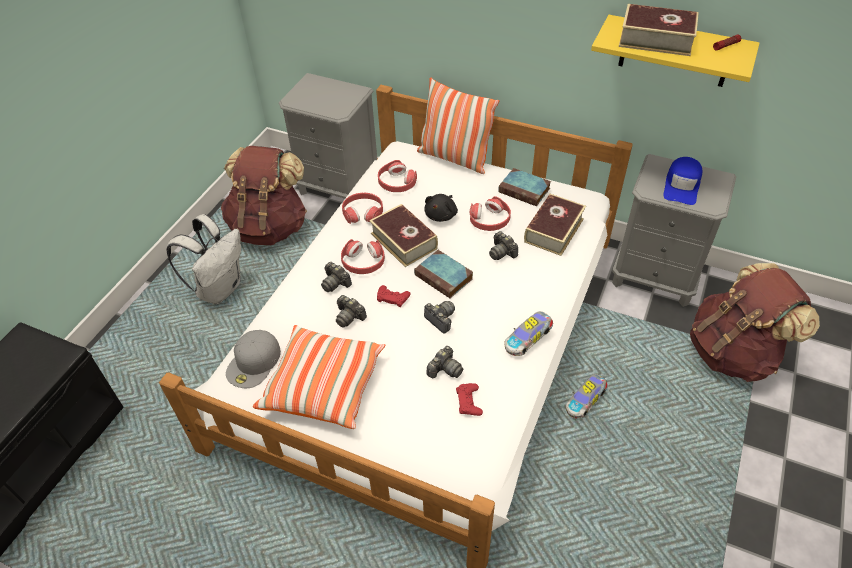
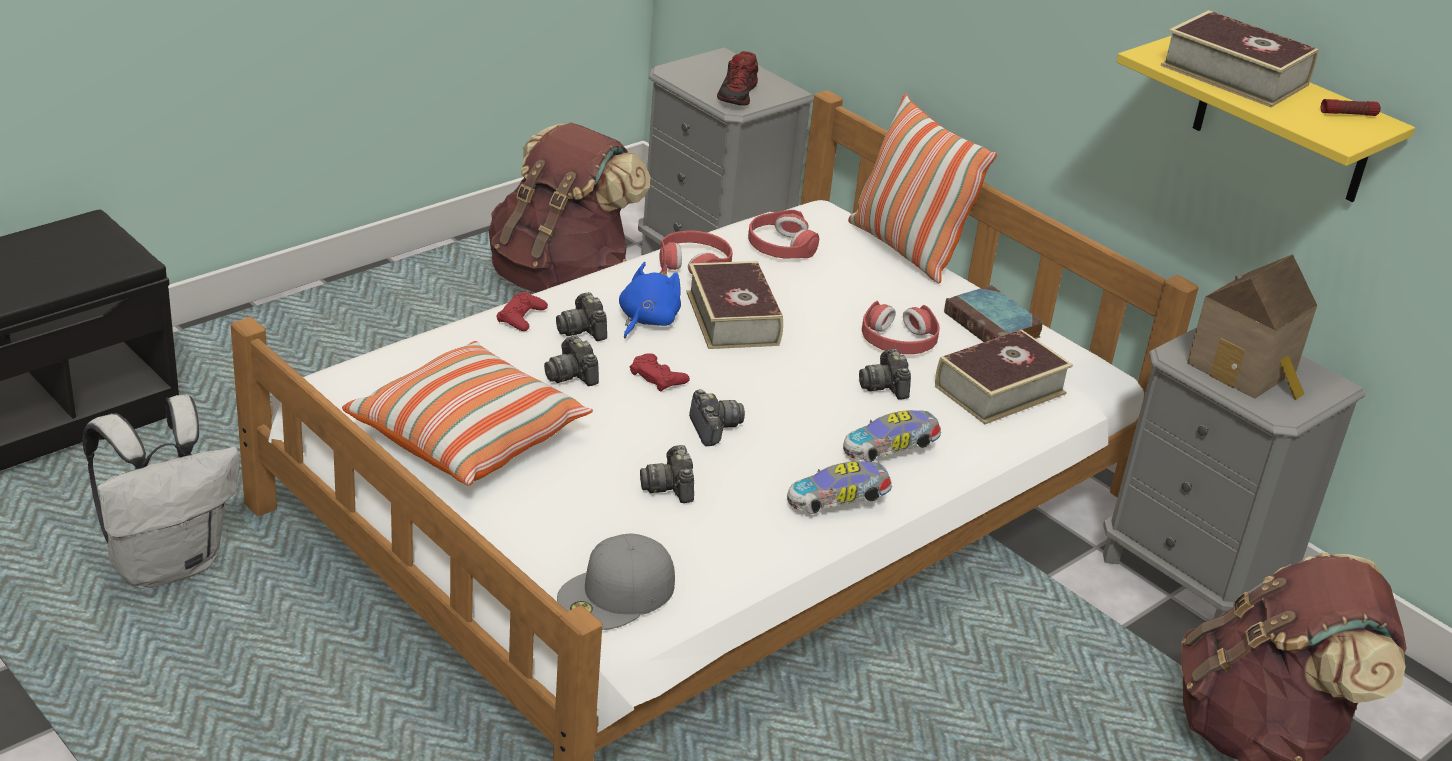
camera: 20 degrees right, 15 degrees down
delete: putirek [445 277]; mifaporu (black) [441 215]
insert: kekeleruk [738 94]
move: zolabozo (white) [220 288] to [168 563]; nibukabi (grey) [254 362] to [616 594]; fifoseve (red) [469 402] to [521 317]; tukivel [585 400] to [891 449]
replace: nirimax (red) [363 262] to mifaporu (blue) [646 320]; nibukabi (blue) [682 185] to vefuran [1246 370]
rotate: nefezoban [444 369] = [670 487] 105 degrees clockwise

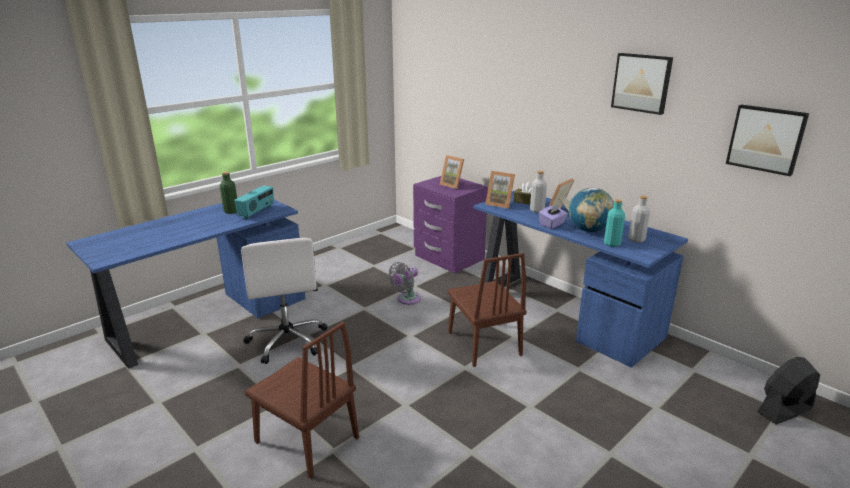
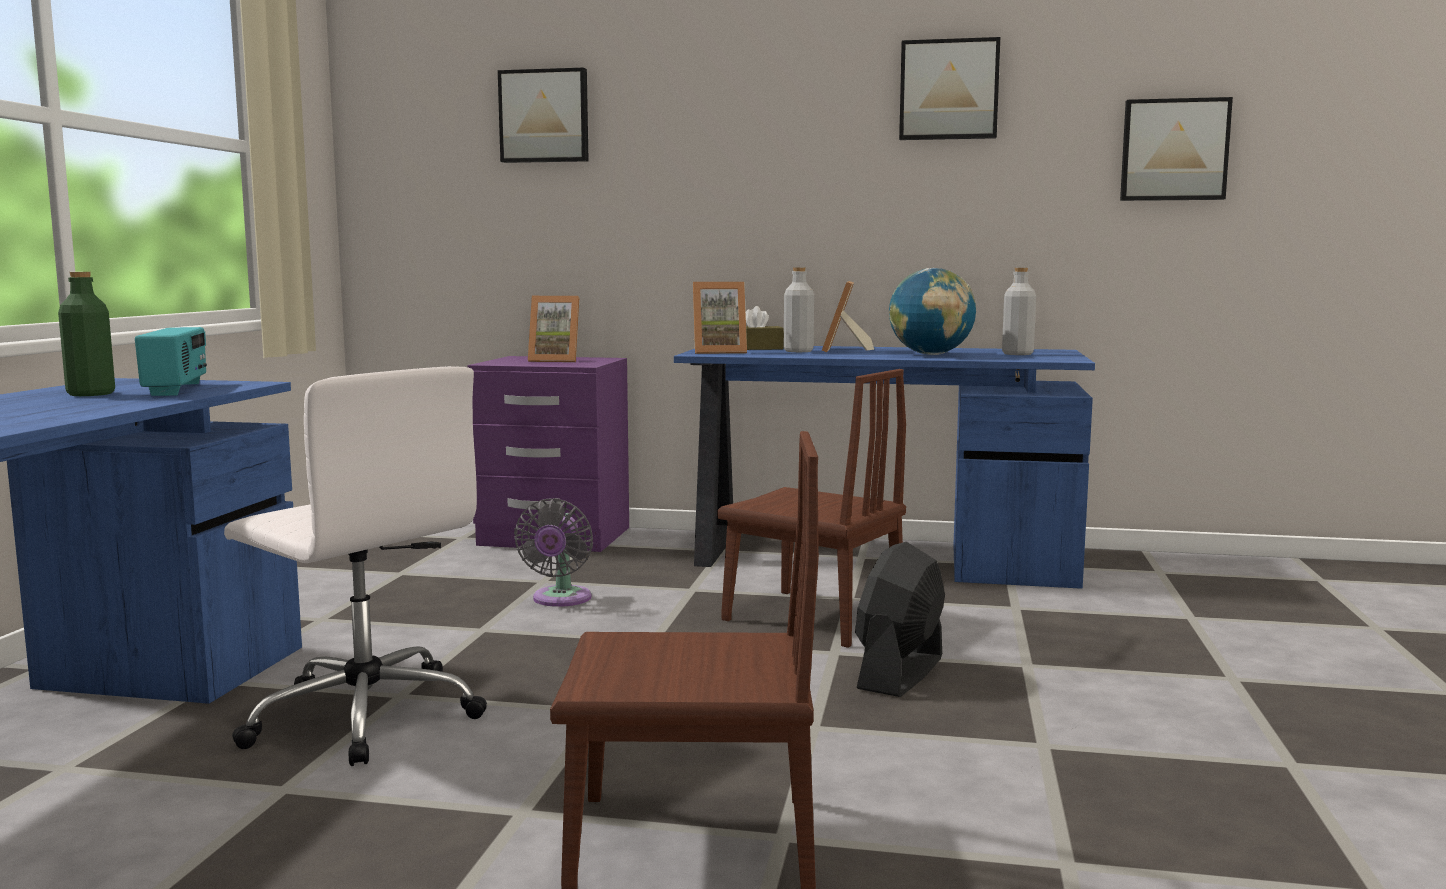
camera: 35 degrees left, 15 degrees down
delete: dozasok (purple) [552 224]; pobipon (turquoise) [612 244]
insert: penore [545 116]
move: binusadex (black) [784 410] to [900 673]

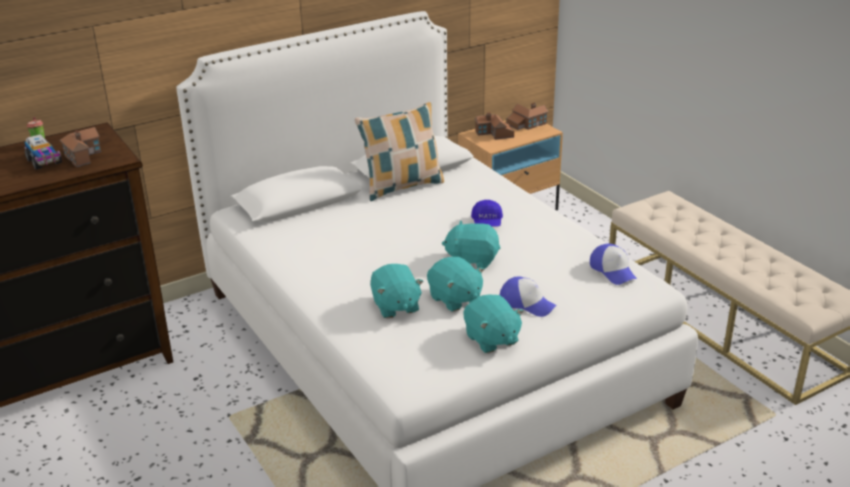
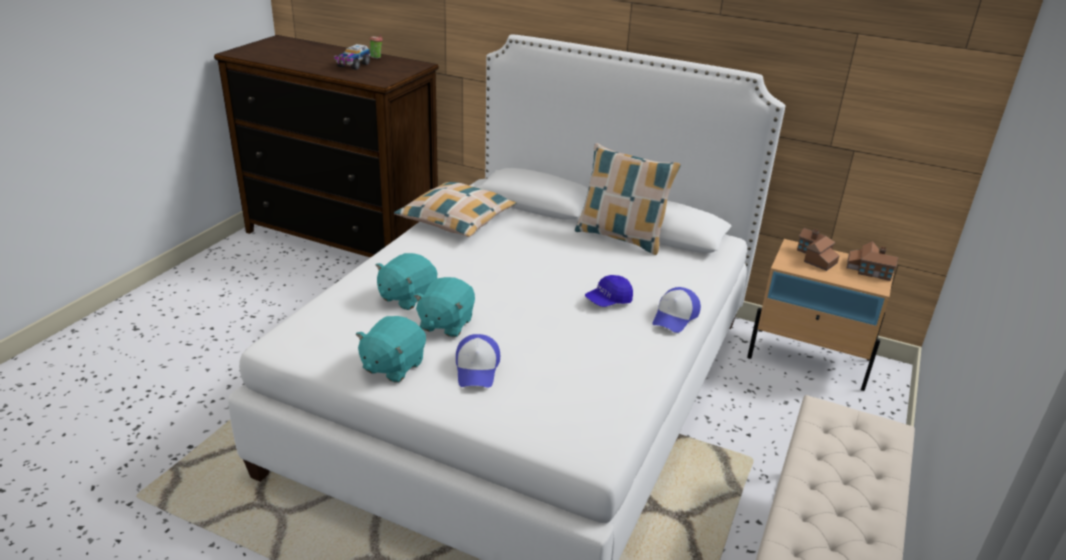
camera: 55 degrees right, 0 degrees up
delete: vefuran [83 155]; mifaporu (turquoise) [472 260]
insert: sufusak [456 219]
move: nibukabi [613 270] to [675 317]

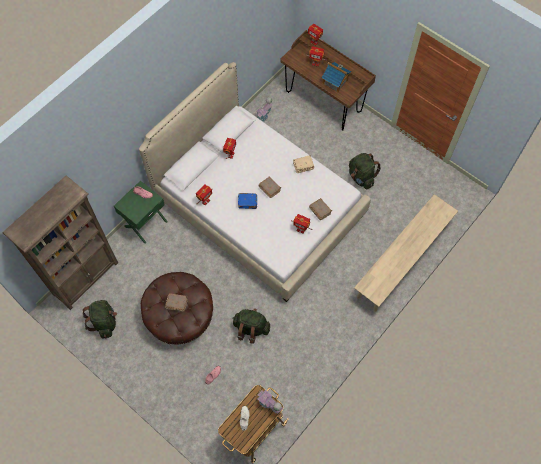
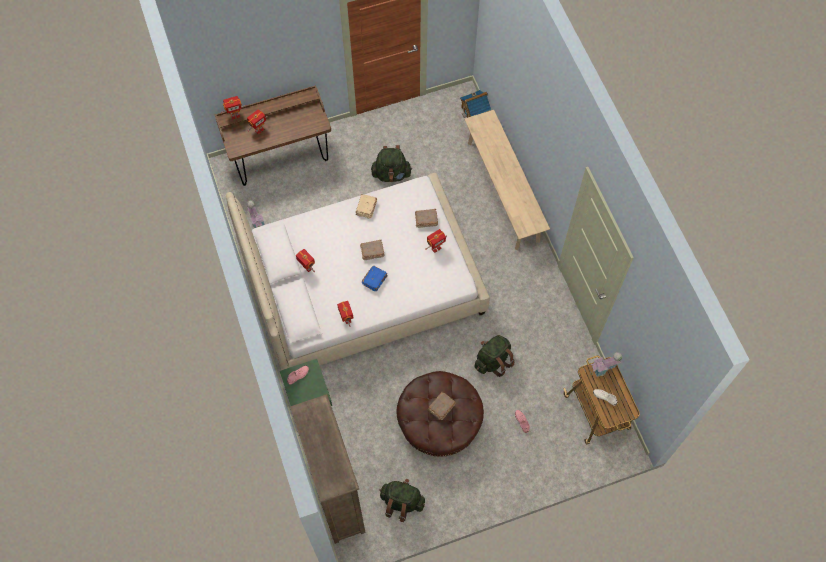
camera: 60 degrees left, 0 degrees up
move: vefuran [335 82] to [475 111]

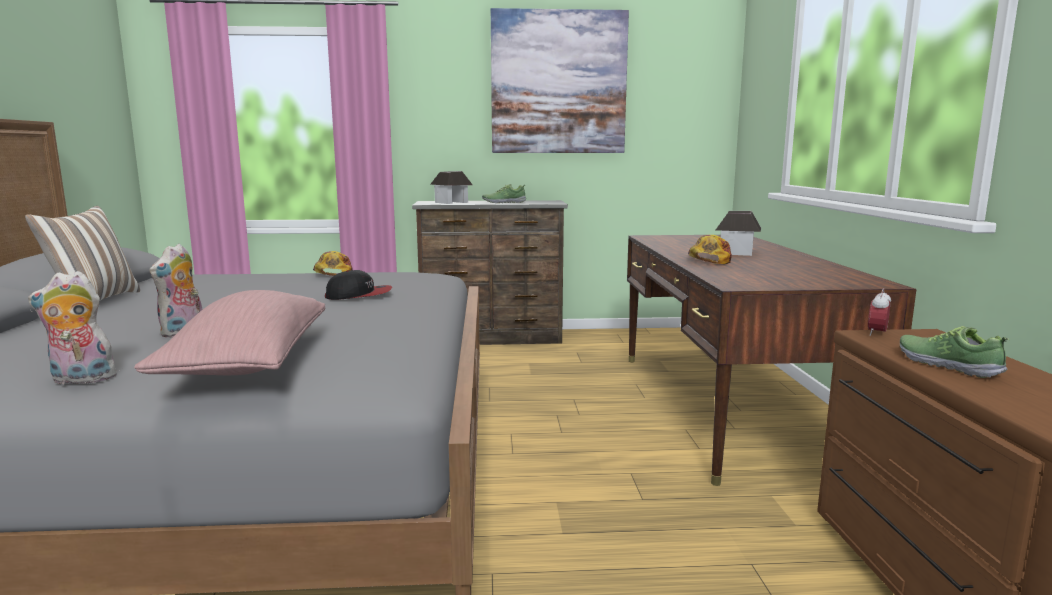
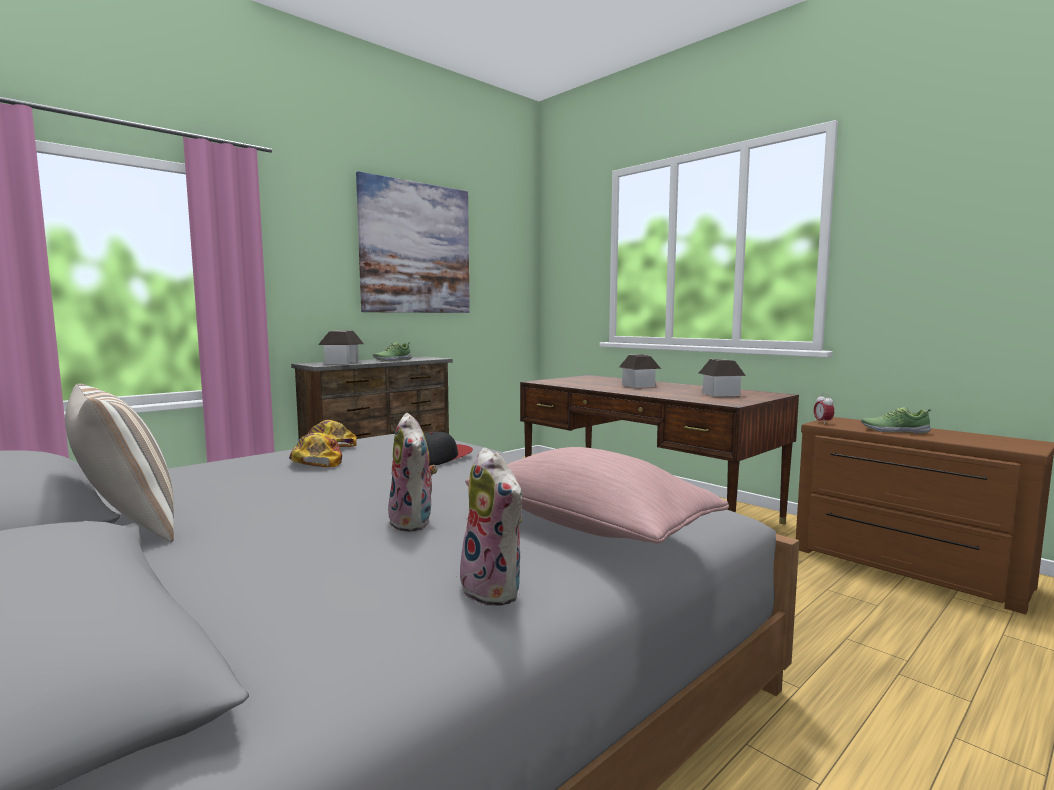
camera: 40 degrees left, 5 degrees down
insert: vefuran [720 394]
move: nibukabi [710 260] to [317 461]
rotate: mifaporu [80 380] = [496 590] 75 degrees counterclockwise

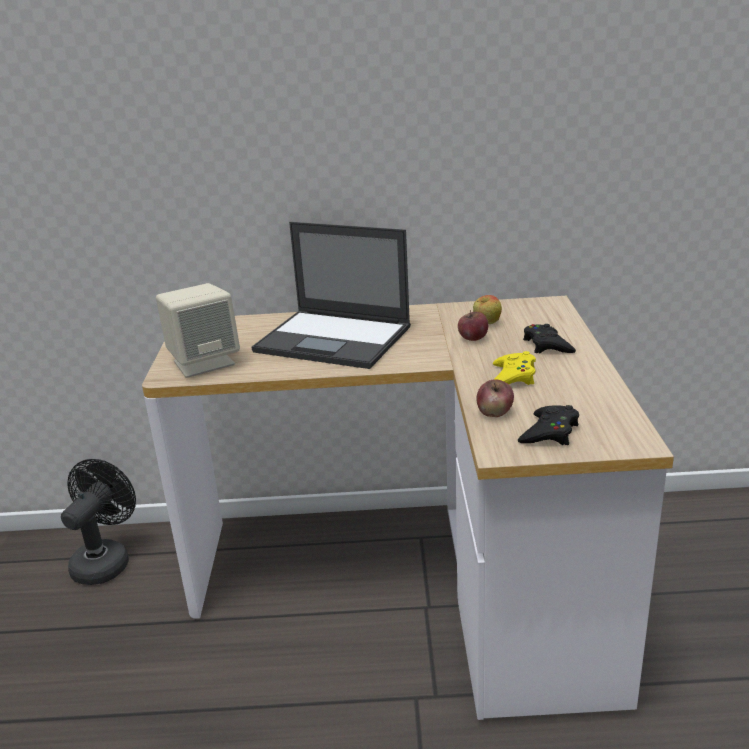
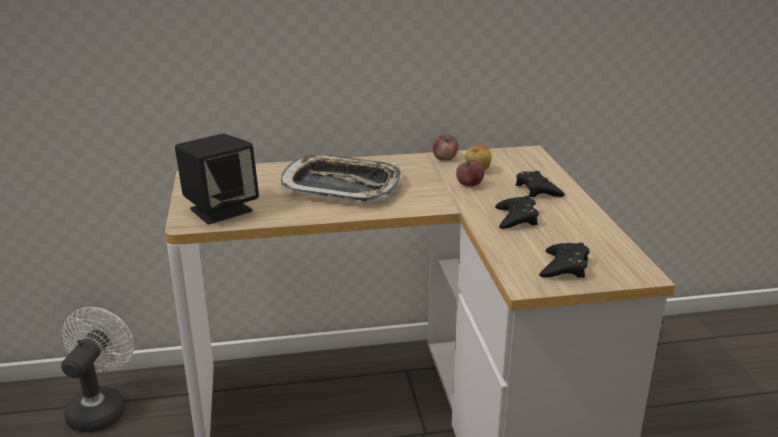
camera: 10 degrees left, 0 degrees up
move: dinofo [494 413] to [445 158]
replace: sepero [335 339] to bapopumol [341 186]
recolor: binusadex (black) [105 560] to binusadex (white) [100 407]; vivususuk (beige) [204 363] to vivususuk (black) [221 210]; fifoseve (yellow) [513 376] to fifoseve (black) [516 218]

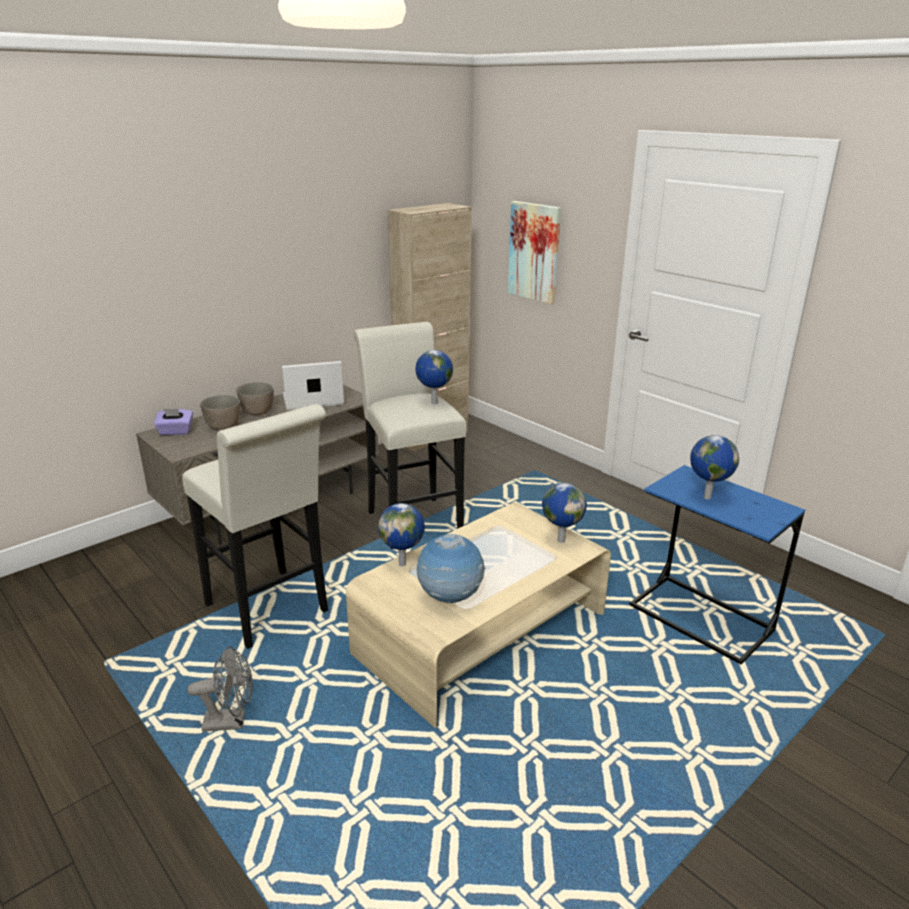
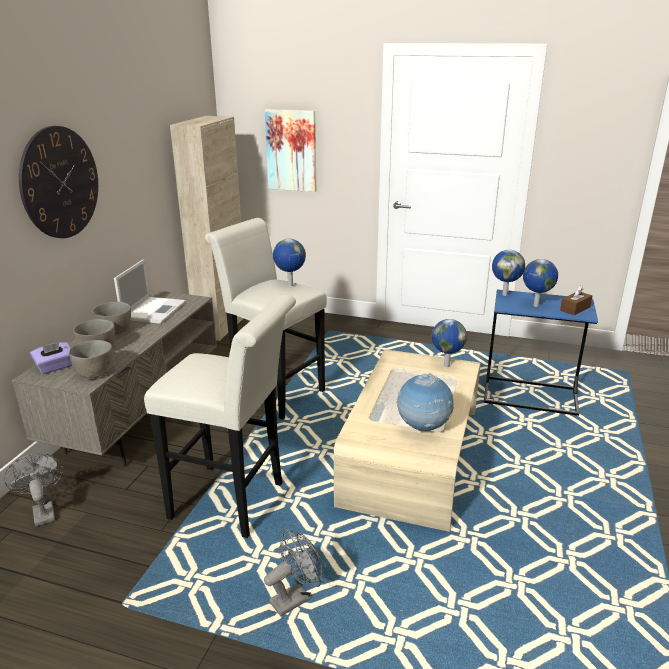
camera: 30 degrees left, 0 degrees up
insert: binusadex (grey) [43 511]; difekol [60 183]; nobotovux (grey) [95 373]; dozasok (brown) [575 309]
move: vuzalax [403 563] to [505 294]
rotate: sepero [311 400] = [154 310] 150 degrees clockwise

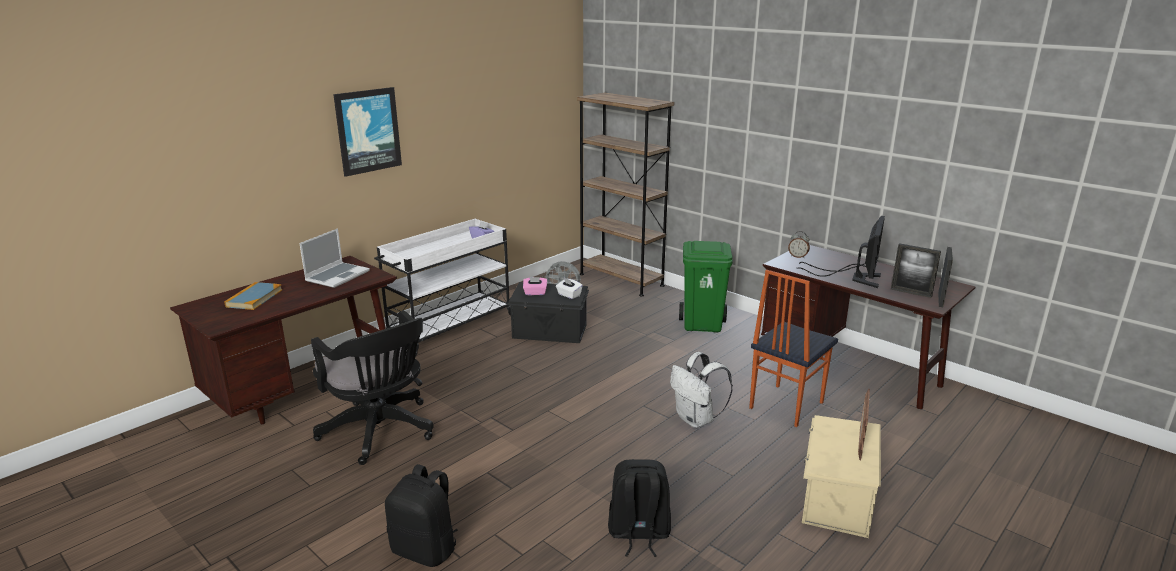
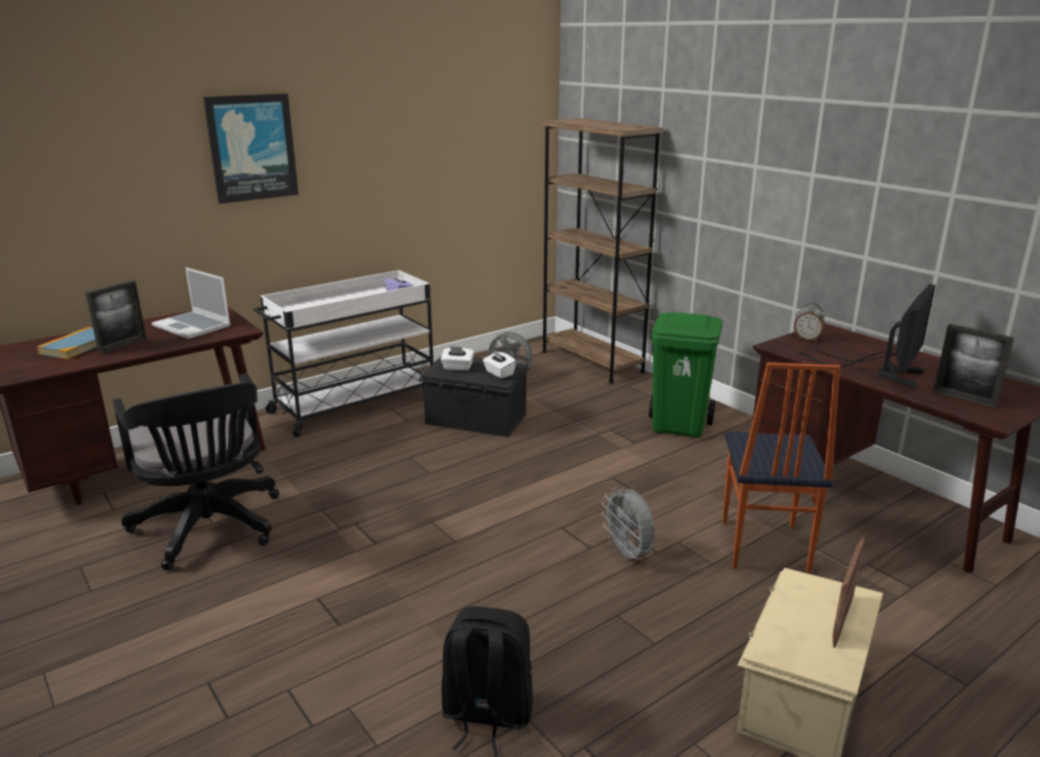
camera: 10 degrees right, 0 degrees up
delete: zolabozo (black) [426 550]
move: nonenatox [940 299] to [123 345]
replace: zolabozo (white) [696 420] to binusadex (grey) [628 555]
recolor: dozasok (pink) [535 293] to dozasok (white) [457 368]
rotate: sepero [337 276] = [193 326] 90 degrees clockwise; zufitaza [784 405] = [762 546] 45 degrees counterclockwise

